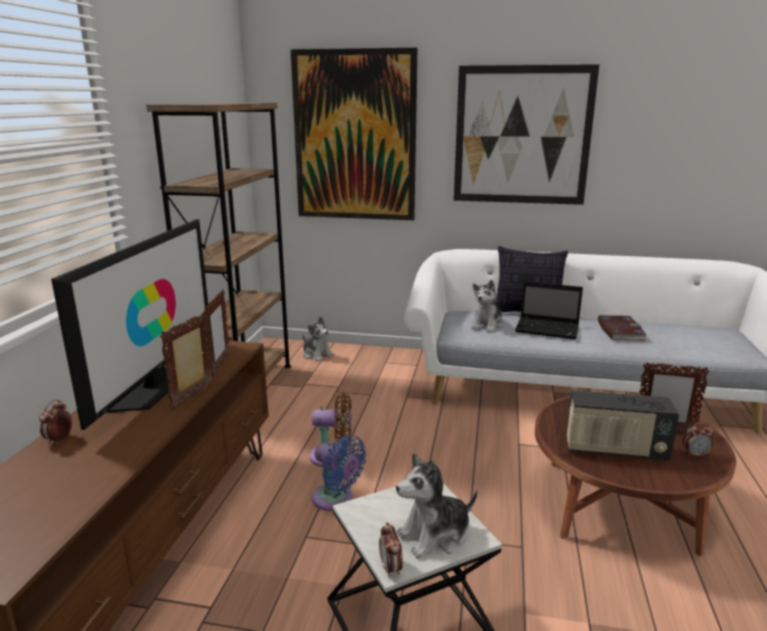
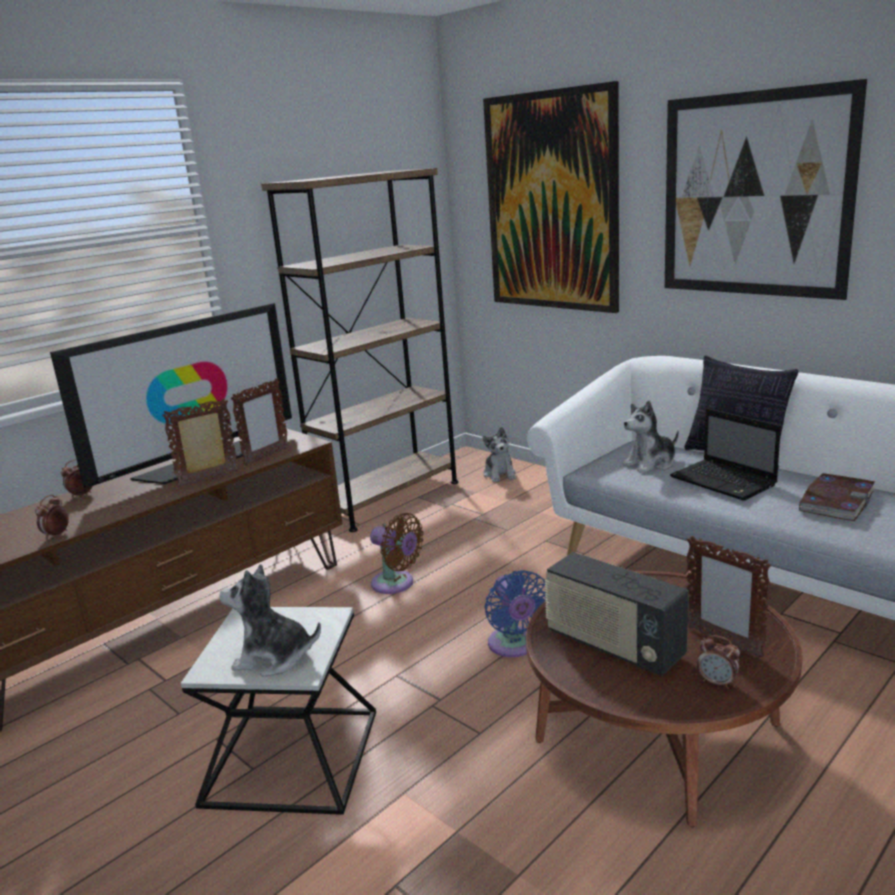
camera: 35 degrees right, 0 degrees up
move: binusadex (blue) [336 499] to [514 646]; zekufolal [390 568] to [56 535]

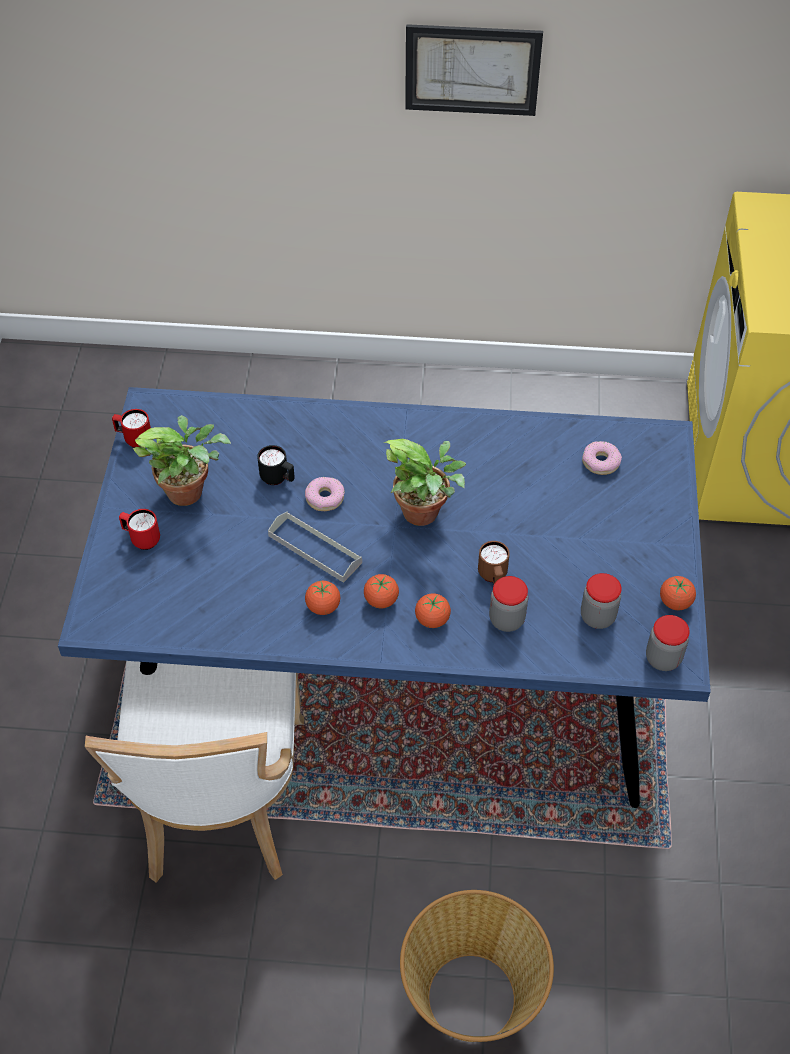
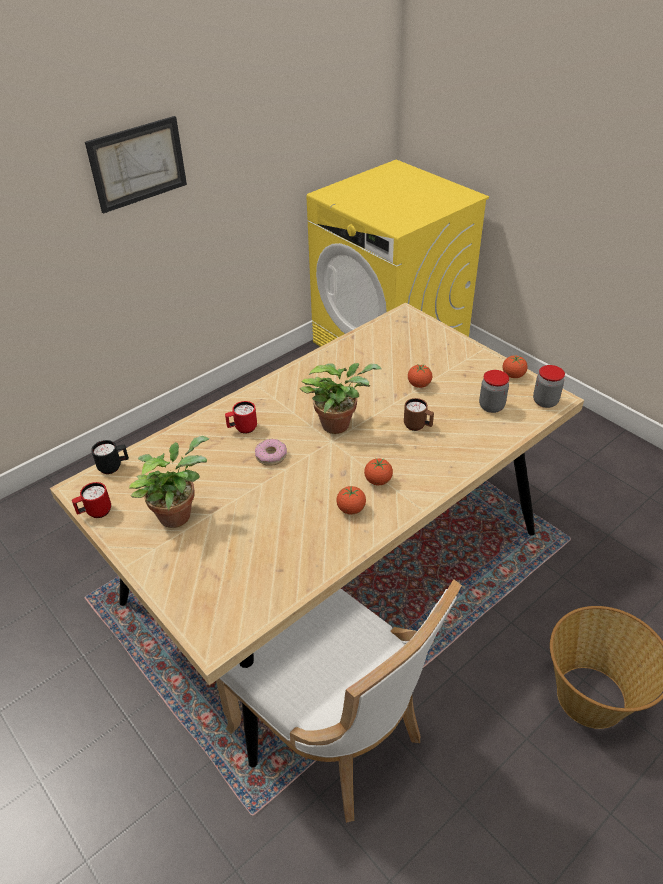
camera: 45 degrees left, 10 degrees down
delete: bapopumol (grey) [315 549]; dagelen [506 619]; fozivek [601 462]
move: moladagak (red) [141 539] to [242 429]; moladagak (black) [278 479] to [114 467]; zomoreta [432 619] to [419 385]
recolor: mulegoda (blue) [397 661] to mulegoda (beige) [335 565]

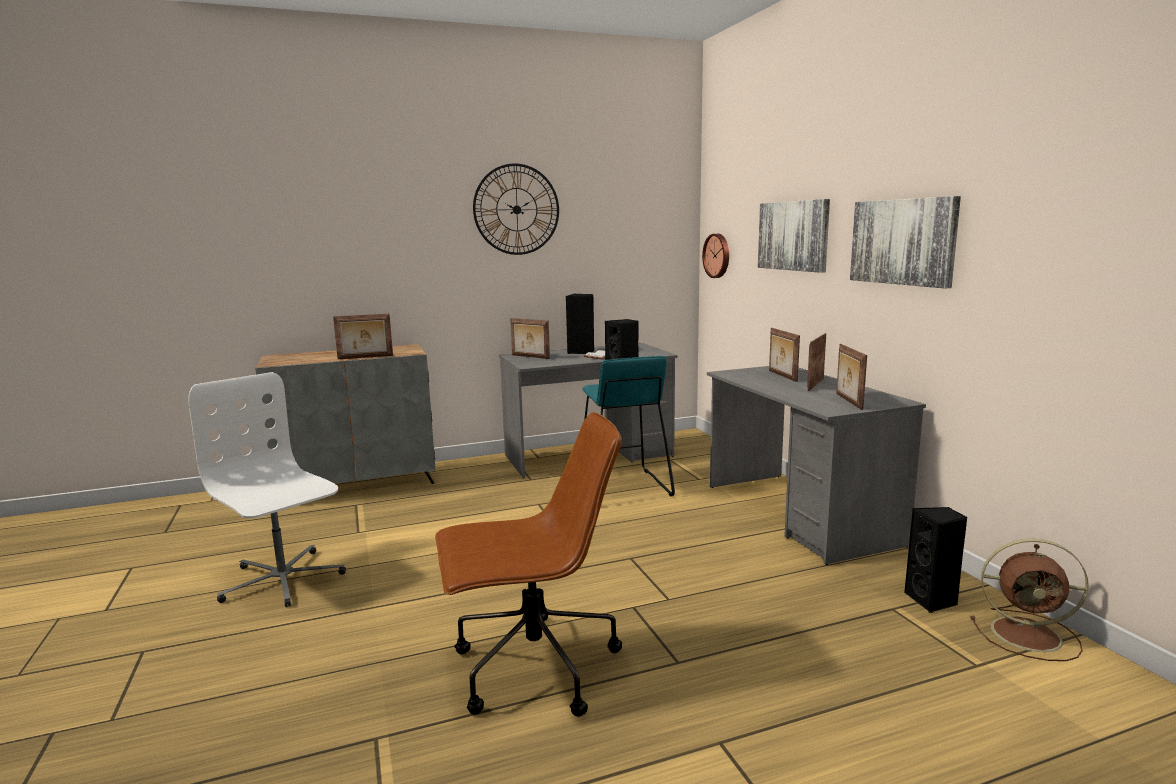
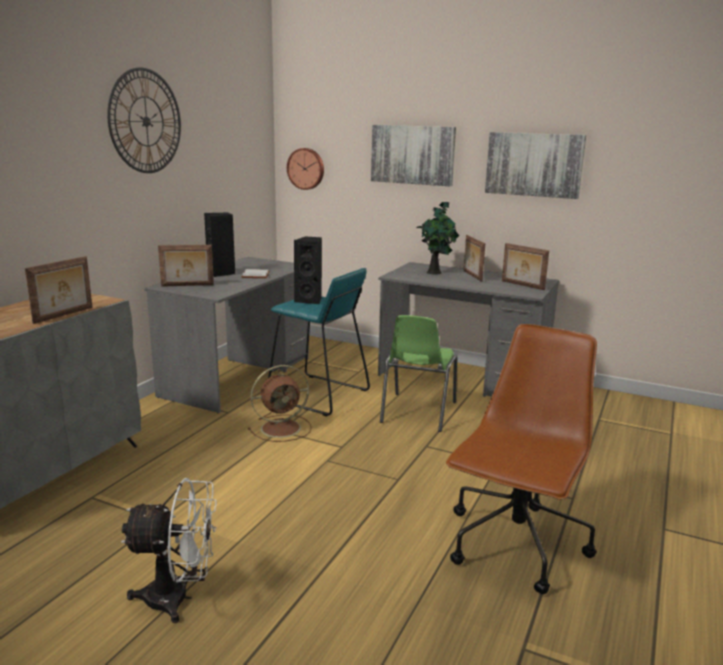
camera: 45 degrees left, 5 degrees up
delete: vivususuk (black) [932 601]
insert: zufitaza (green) [417 412]
move: binusadex (brown) [1029 635] to [282 428]
replace: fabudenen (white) [282 580] to binusadex (white) [178 598]; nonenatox [781 376] to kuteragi [435 272]

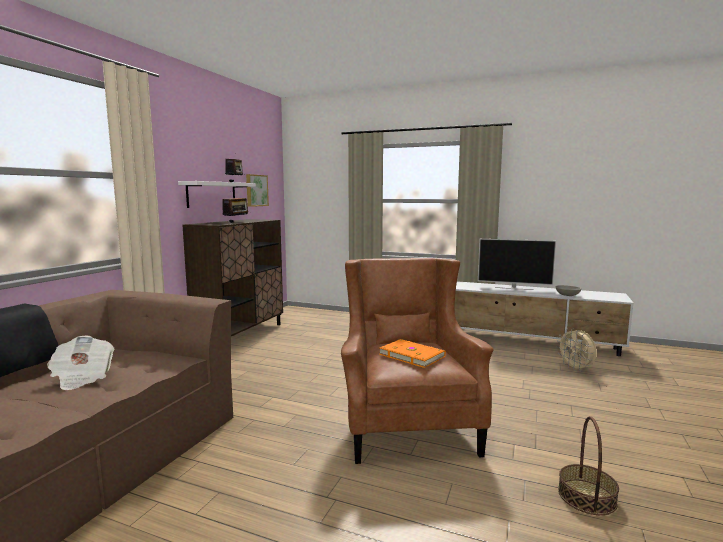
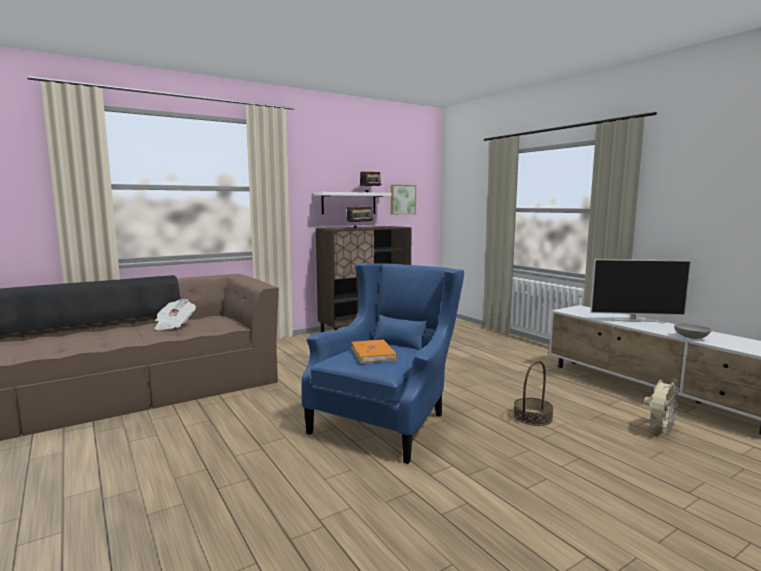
camera: 35 degrees right, 0 degrees up
move: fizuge [587 497] to [533 417]
recolor: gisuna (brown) [406 421] to gisuna (blue) [388 420]
rotate: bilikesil [514 288] = [634 320] 45 degrees counterclockwise; binusadex (beige) [576 369] = [660 430] 150 degrees counterclockwise

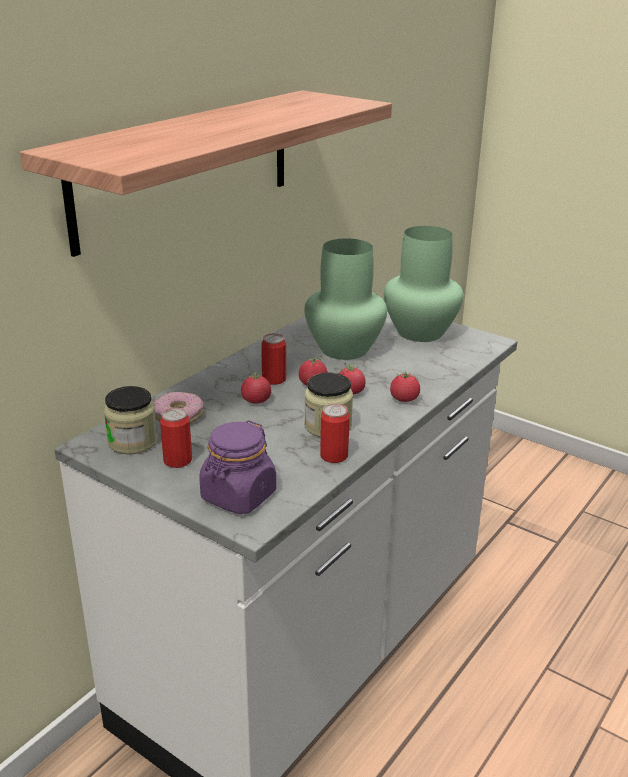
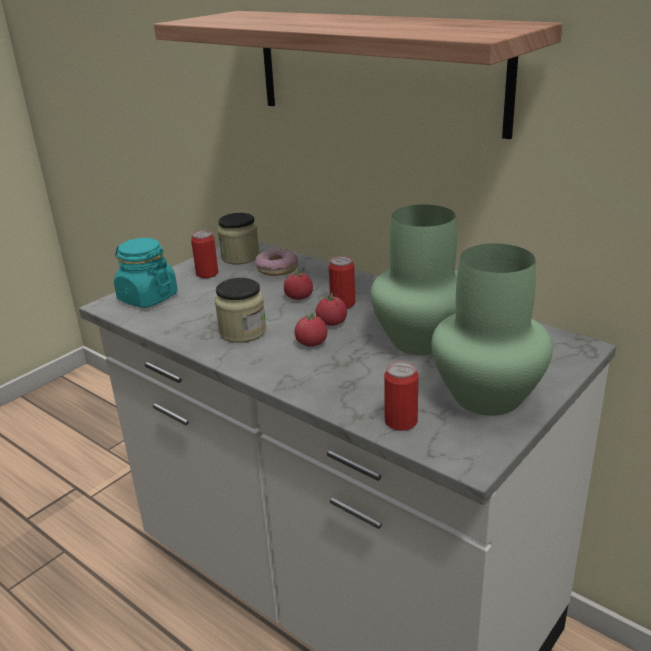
camera: 95 degrees right, 0 degrees up
delete: zomoreta [404 399]
move: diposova [334 456] to [401 421]
recolor: dagelen (purple) [238 496] to dagelen (turquoise) [147 298]

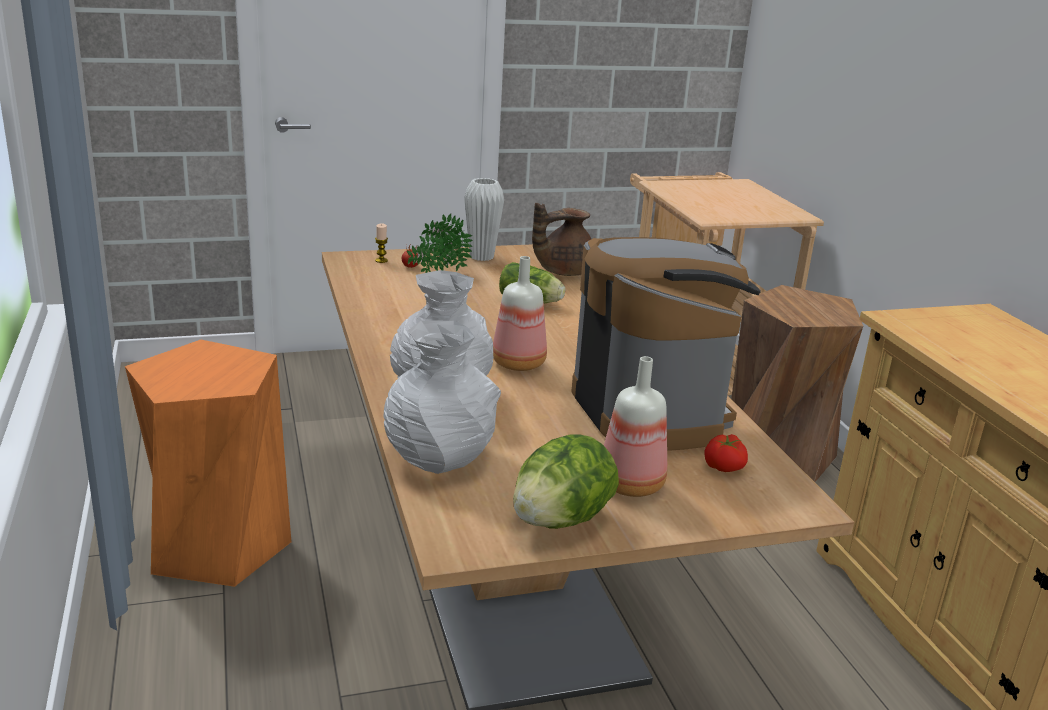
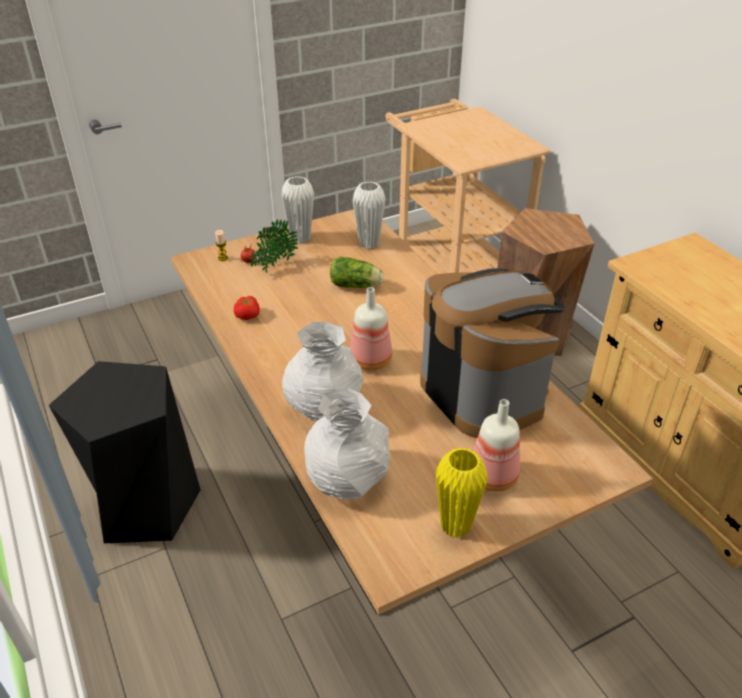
camera: 10 degrees left, 15 degrees up
move: zomoreta [725 466] to [248 315]
replace: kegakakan [561 520] to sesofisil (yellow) [455 525]; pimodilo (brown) [562 271] to sesofisil (white) [369 243]
recolor: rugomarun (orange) [218 545] to rugomarun (black) [146 505]

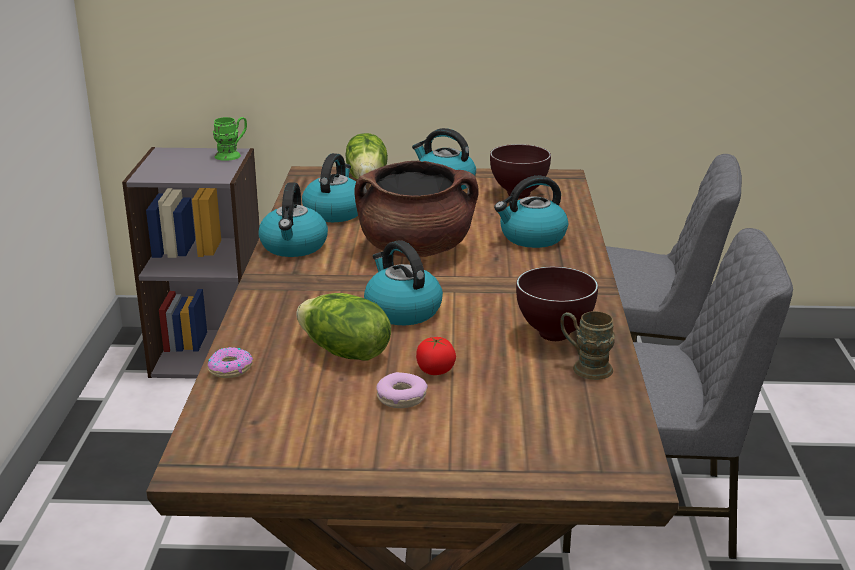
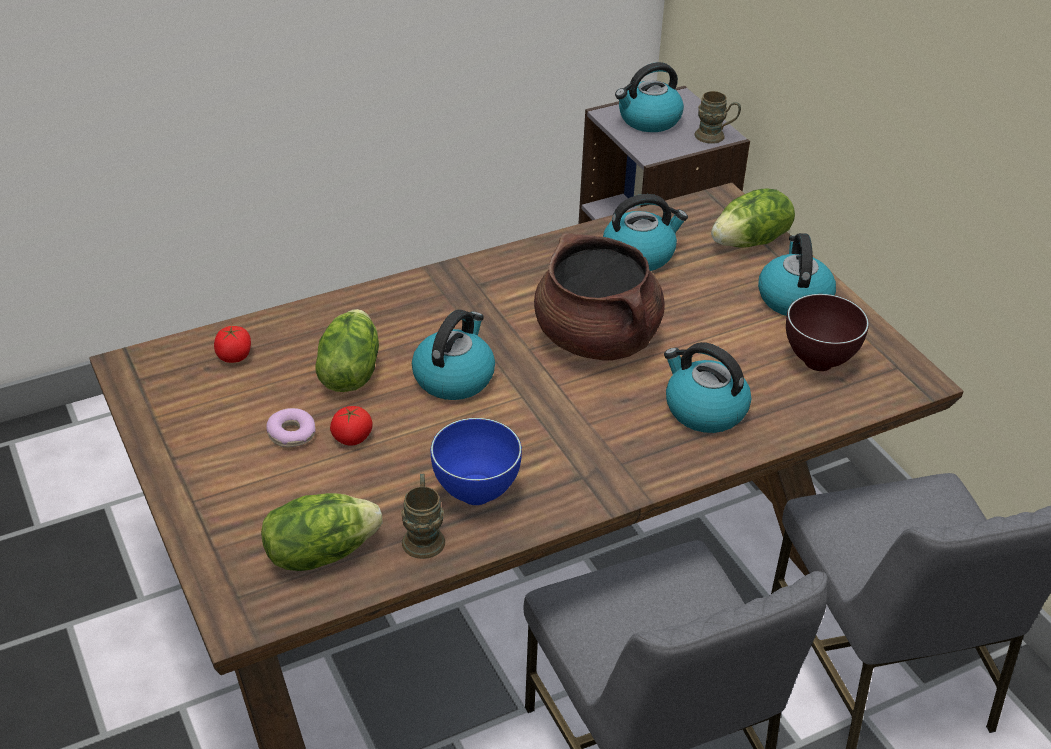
camera: 60 degrees right, 15 degrees up
delete: fozivek [230 369]
insert: zomoreta [234 356]; kegakakan [320 552]
move: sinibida [294 247] to [648 120]
recolor: moladagak (green) [232 155] to moladagak (brown) [715 137]; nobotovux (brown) [552 335] to nobotovux (blue) [476 493]

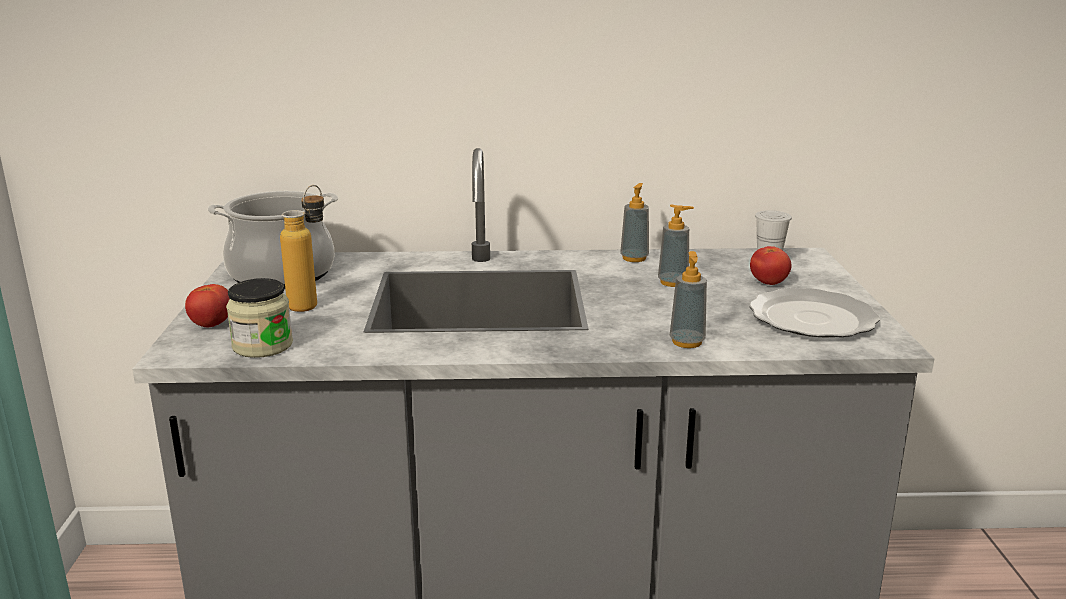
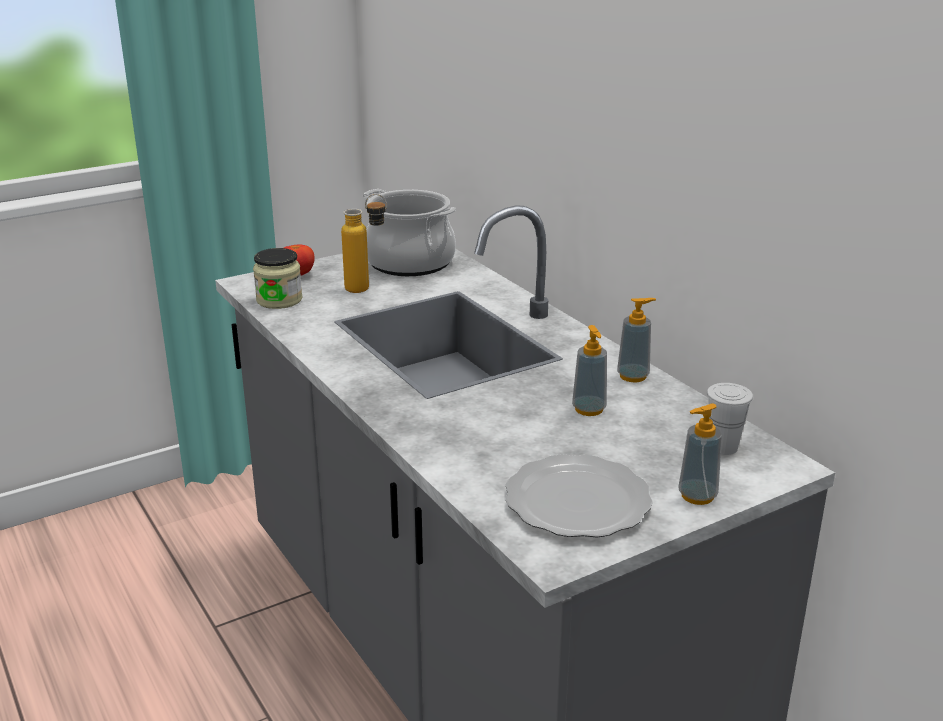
camera: 60 degrees right, 5 degrees up
delete: zomoreta [768 283]
move: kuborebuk [687 342] to [697 496]

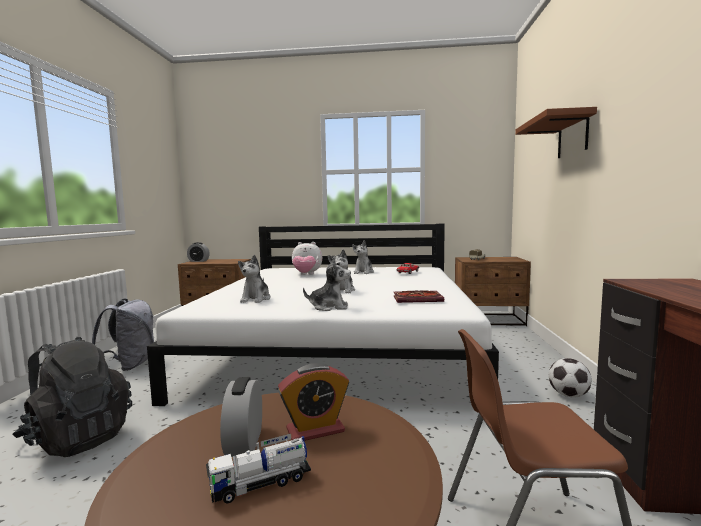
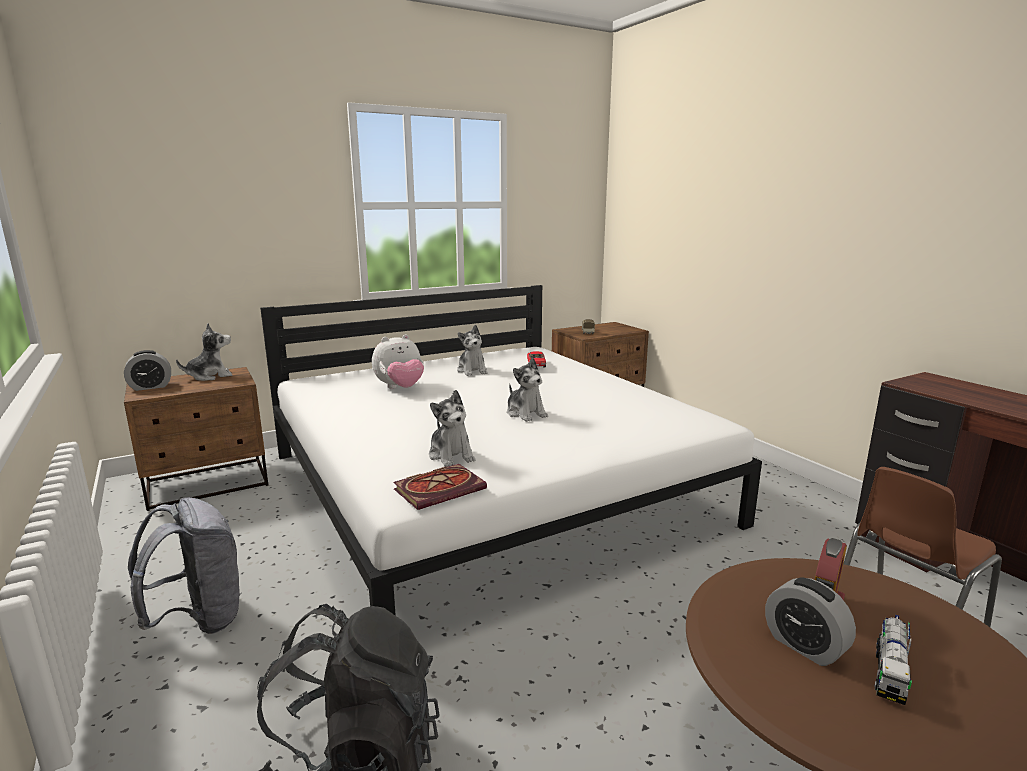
camera: 35 degrees left, 10 degrees up
delete: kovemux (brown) [573 136]; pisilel [568 395]
move: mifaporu [329 307] to [210 376]; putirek [418 299] to [441 488]

